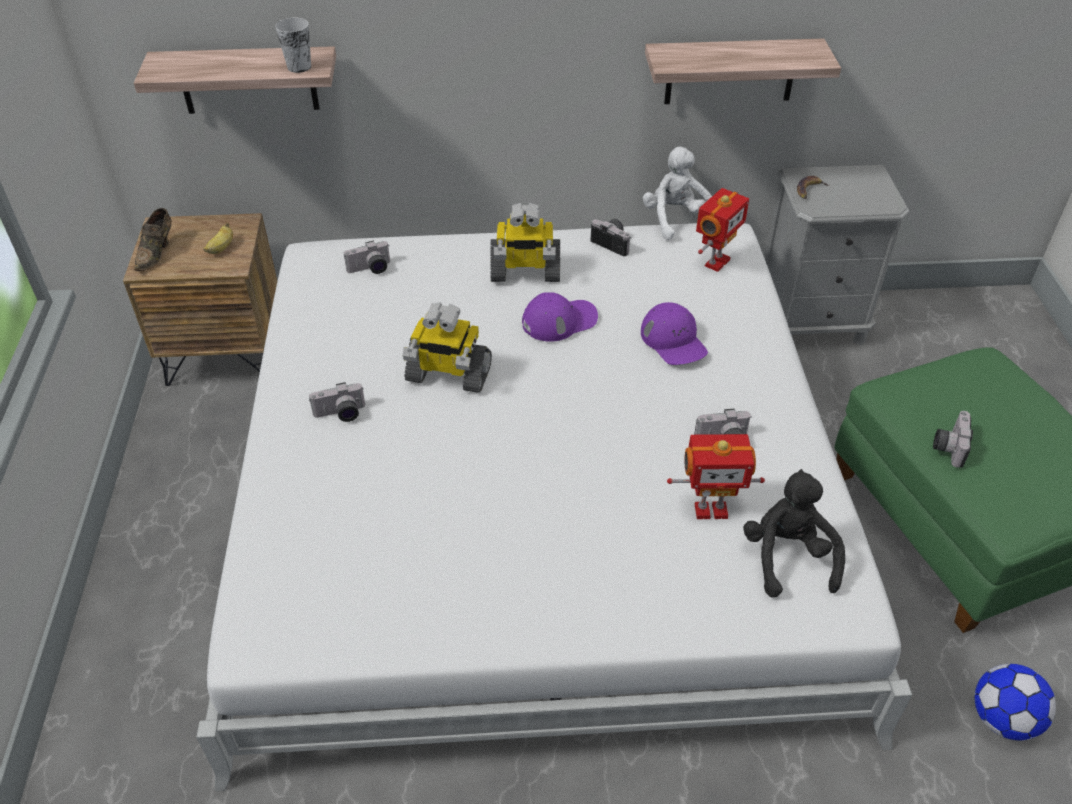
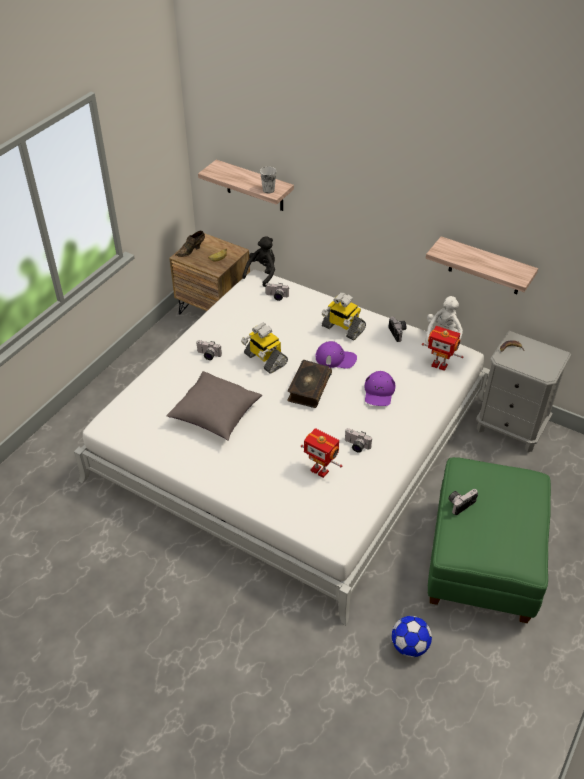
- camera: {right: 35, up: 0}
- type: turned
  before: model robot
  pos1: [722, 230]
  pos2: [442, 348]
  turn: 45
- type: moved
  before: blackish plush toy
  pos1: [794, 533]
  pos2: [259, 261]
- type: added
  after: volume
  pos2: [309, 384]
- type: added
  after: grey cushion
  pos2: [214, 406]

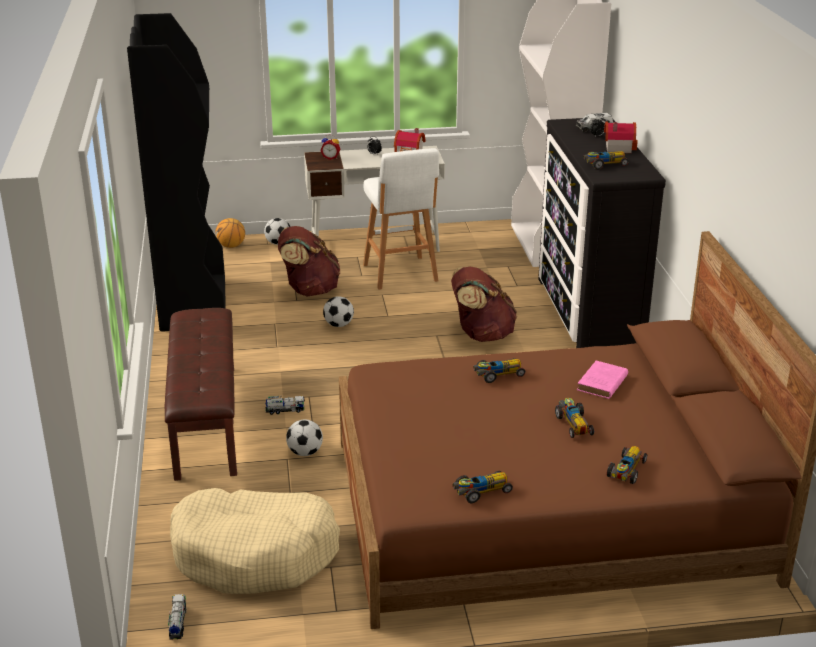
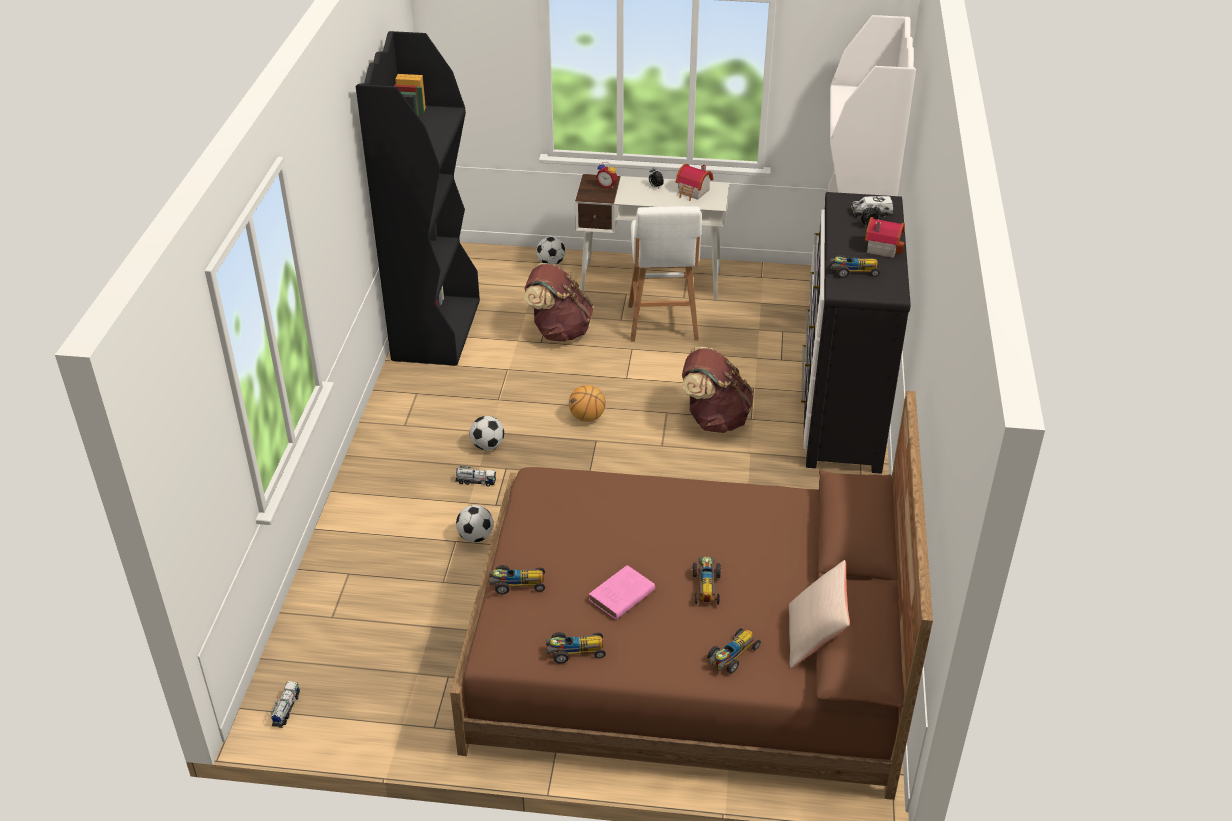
- camera: {right: 15, up: 10}
- type: moved
  before: basketball ball
  pos1: [230, 233]
  pos2: [587, 403]
- type: moved
  before: football
  pos1: [338, 311]
  pos2: [487, 433]
- type: removed
  before: brownish bench
  pos1: [201, 394]
- type: moved
  before: miniature car
  pos1: [499, 370]
  pos2: [517, 579]
- type: moved
  before: pink-coloured volume
  pos1: [602, 380]
  pos2: [621, 592]
- type: removed
  before: beige dog bed
  pos1: [255, 541]
- type: added
  after: beige cushion
  pos2: [819, 614]

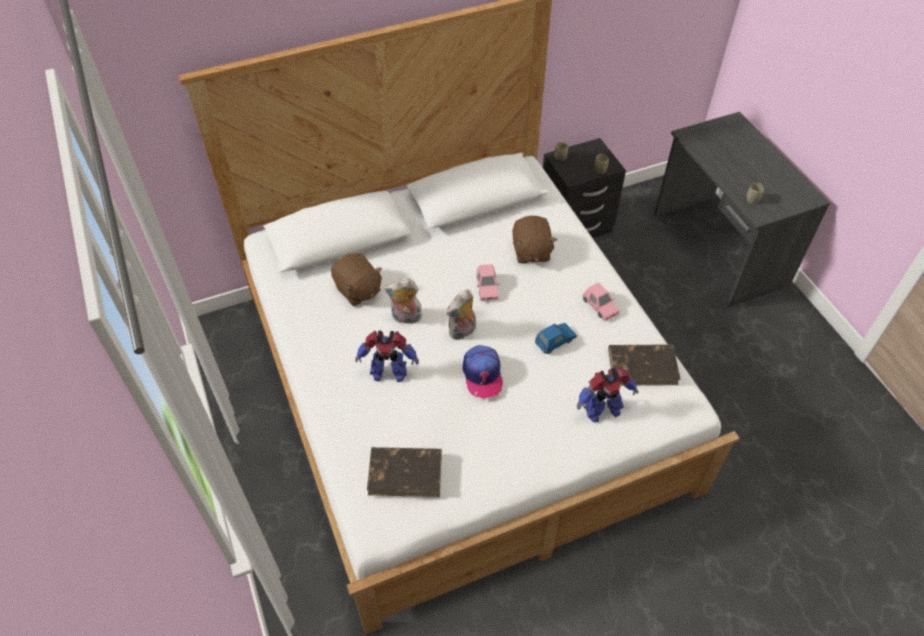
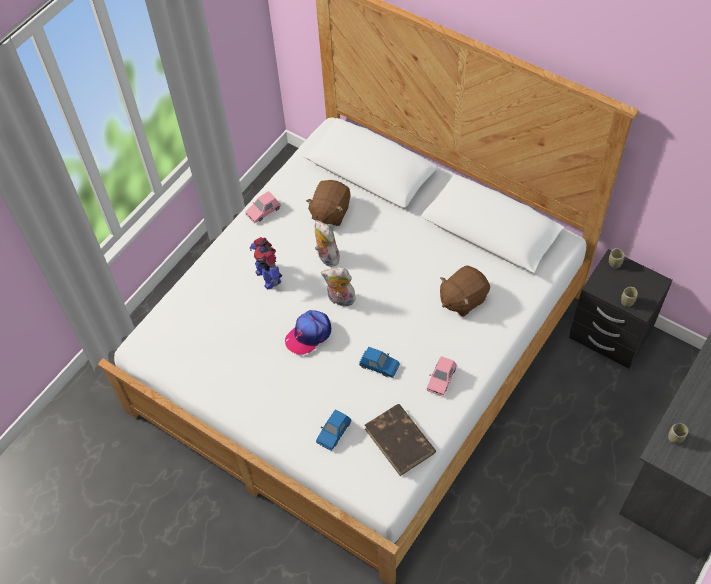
- camera: {right: 60, up: 5}
- type: moved
  before: pink-coloured miniature car
  pos1: [488, 282]
  pos2: [263, 207]
- type: replaced
  before: model robot
  after: blue-coloured miniature car
  pos1: [607, 394]
  pos2: [333, 430]
- type: removed
  before: brownish volume
  pos1: [404, 472]

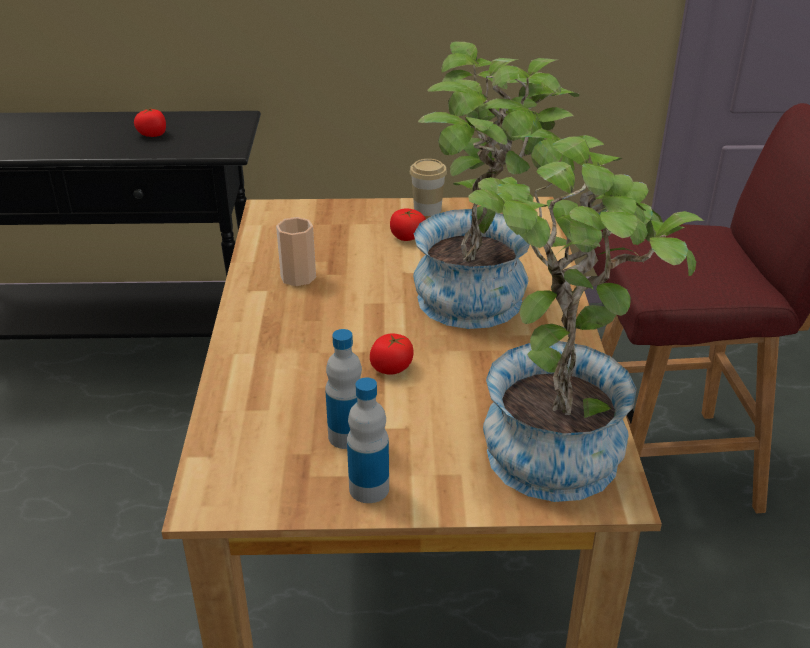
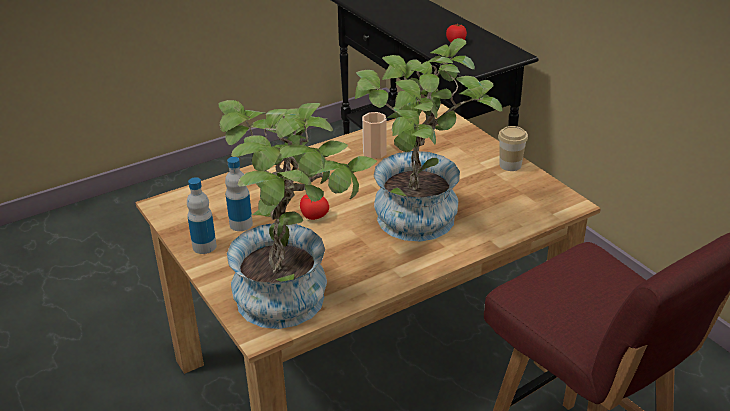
- camera: {right: 60, up: 0}
- type: removed
  before: tomato
  pos1: [408, 225]

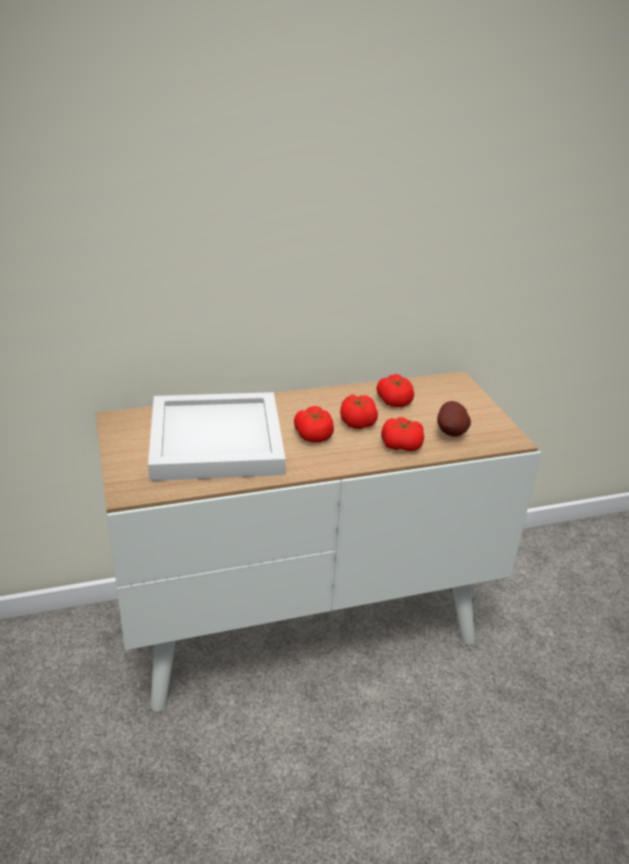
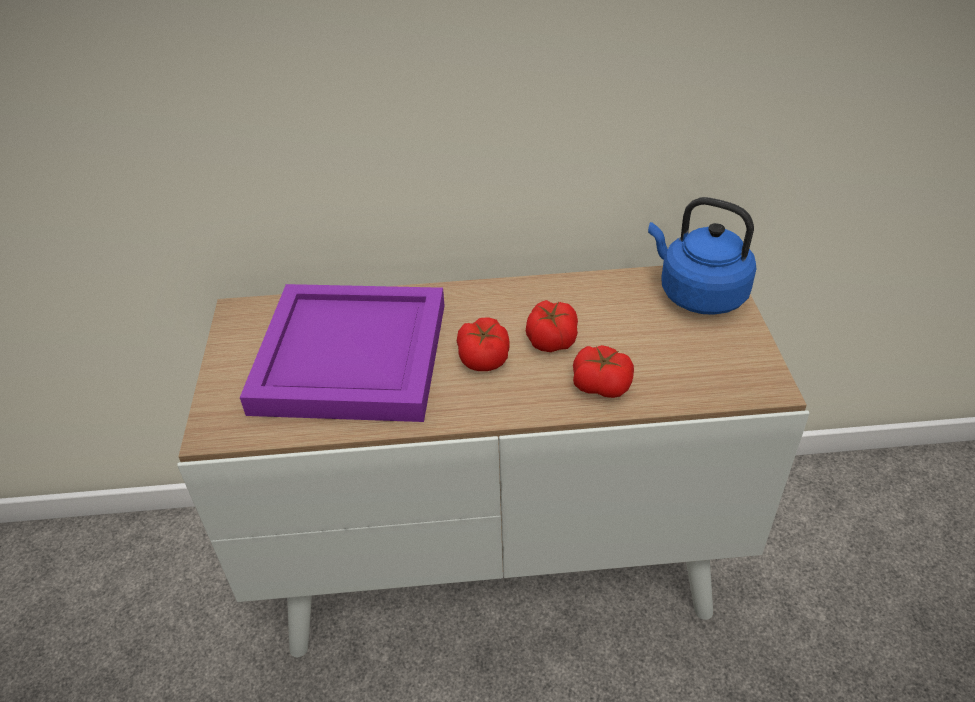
- camera: {right: 15, up: 10}
- type: removed
  before: tomato
  pos1: [395, 390]
- type: recoloured
  before: white carrying tray
  after: purple-coloured carrying tray
  pos1: [217, 436]
  pos2: [342, 353]
- type: removed
  before: whole potato
  pos1: [454, 419]
- type: added
  after: blue-coloured kettle
  pos2: [702, 256]

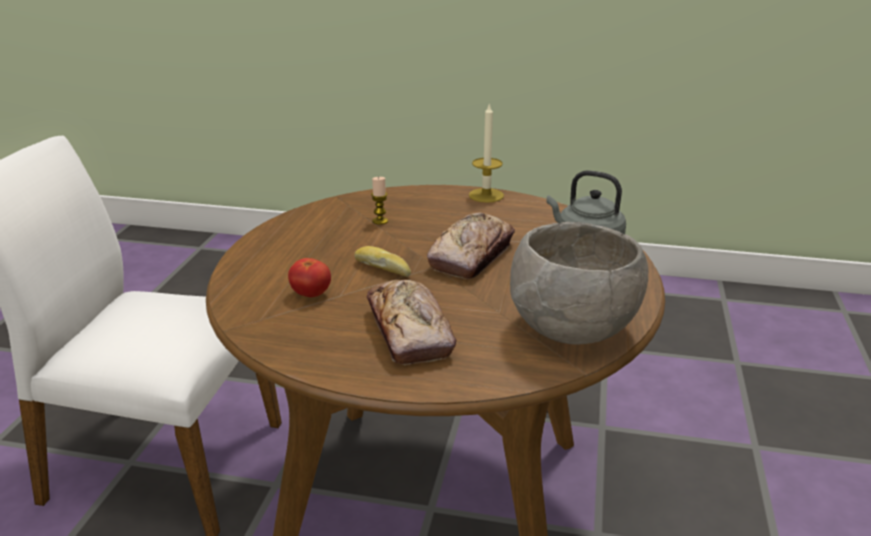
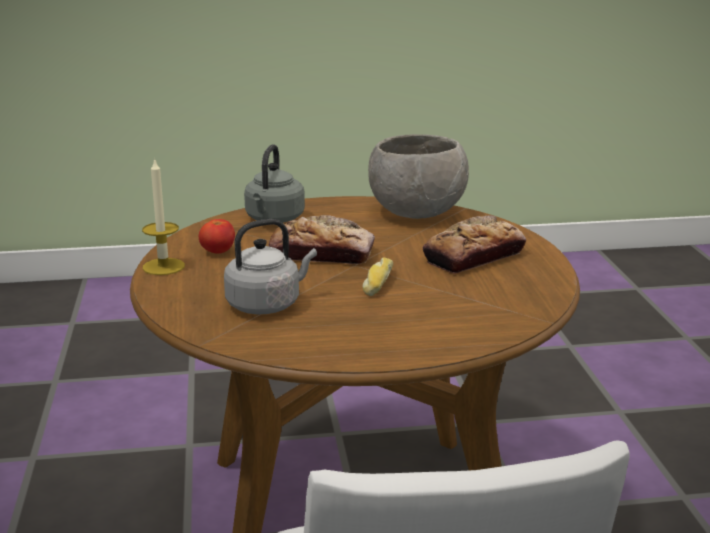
- camera: {right: -110, up: -5}
- type: replaced
  before: candle
  after: grey kettle
  pos1: [379, 201]
  pos2: [270, 266]
- type: moved
  before: tomato
  pos1: [309, 277]
  pos2: [217, 236]

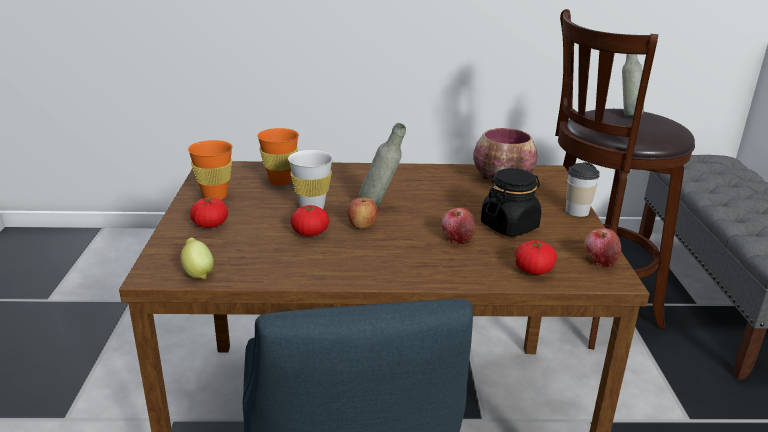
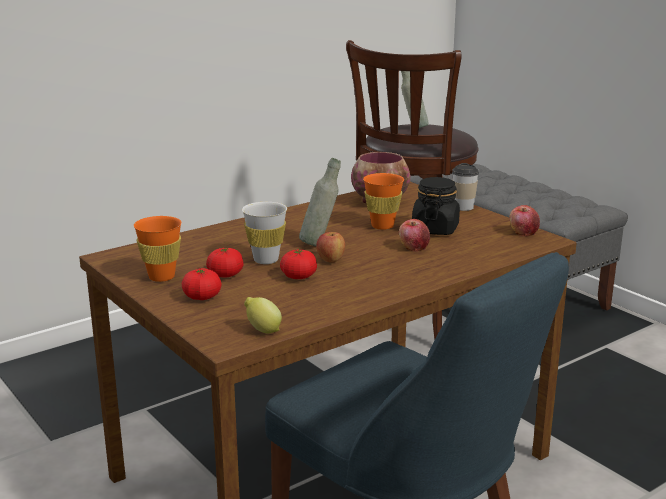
- camera: {right: -35, up: -5}
- type: moved
  before: orangey drinking cup
  pos1: [278, 157]
  pos2: [383, 201]
- type: moved
  before: tomato
  pos1: [536, 257]
  pos2: [224, 262]

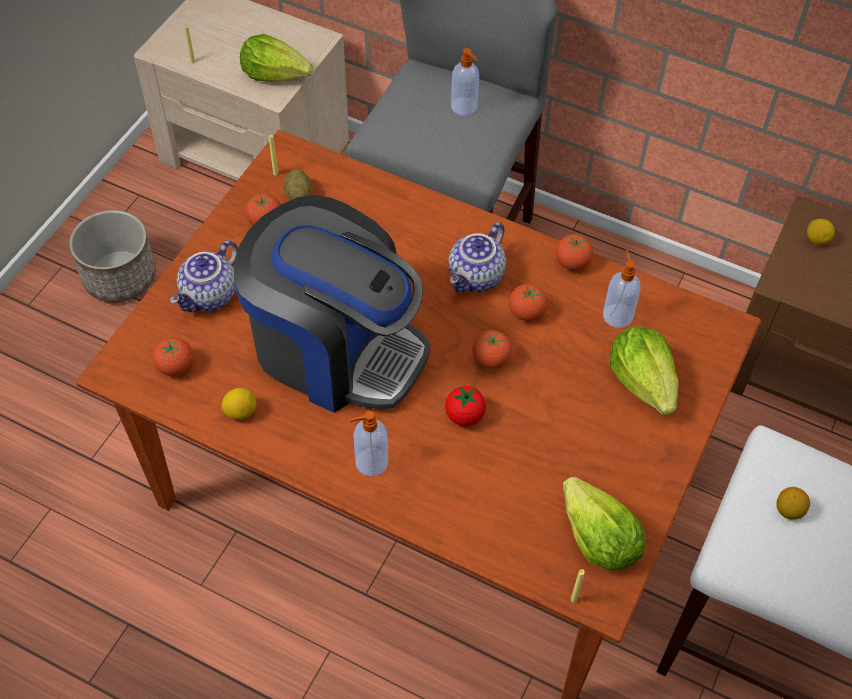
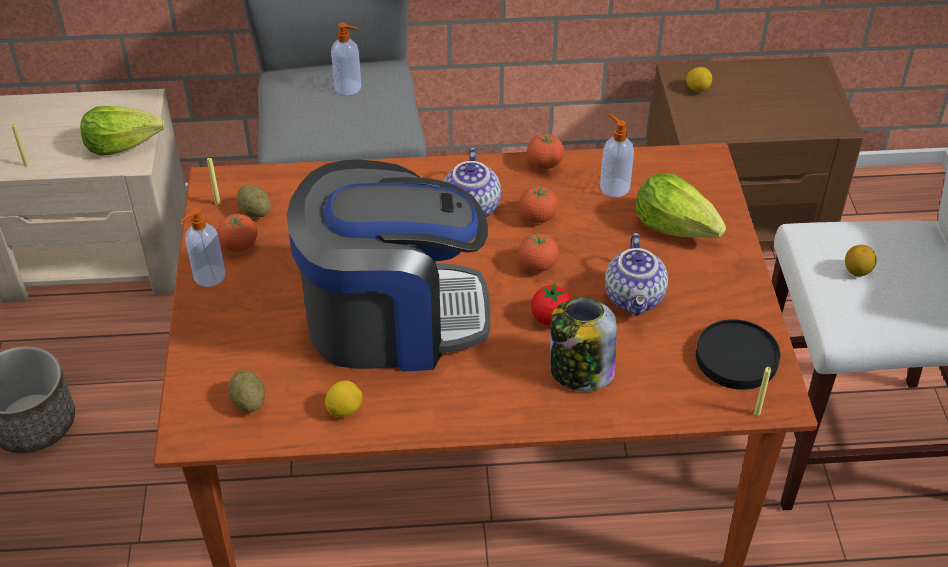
- camera: {right: -30, up: -10}
- type: moved
  before: tea pot
  pos1: [204, 276]
  pos2: [636, 274]
- type: replaced
  before: tomato
  after: whole potato
  pos1: [173, 356]
  pos2: [246, 391]
- type: moved
  before: liquid soap bottle
  pos1: [368, 443]
  pos2: [203, 247]
- type: replaced
  before: lettuce
  after: blackish dinner plate
  pos1: [604, 523]
  pos2: [738, 354]
- type: added
  after: storage jar
  pos2: [583, 344]

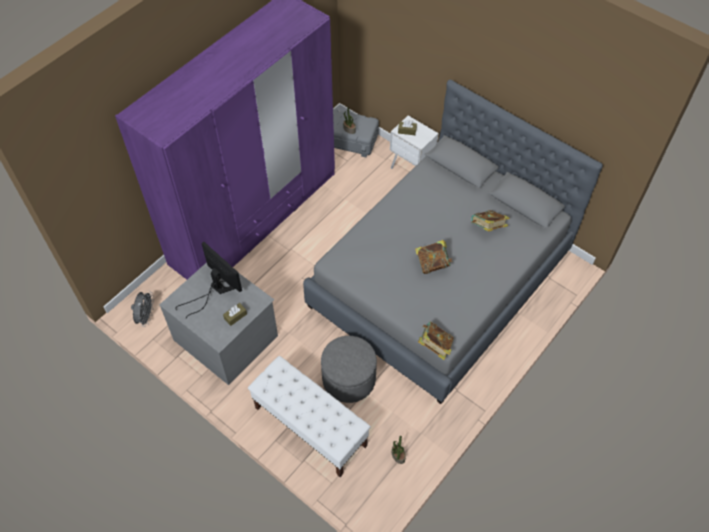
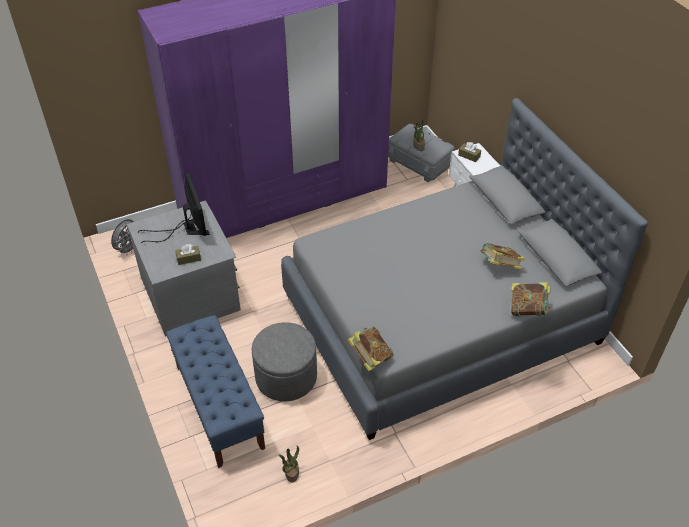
- camera: {right: 25, up: -10}
- type: moved
  before: volume
  pos1: [434, 257]
  pos2: [531, 299]
- type: recoloured
  before: white bench
  after: blue-coloured bench
  pos1: [309, 416]
  pos2: [215, 391]

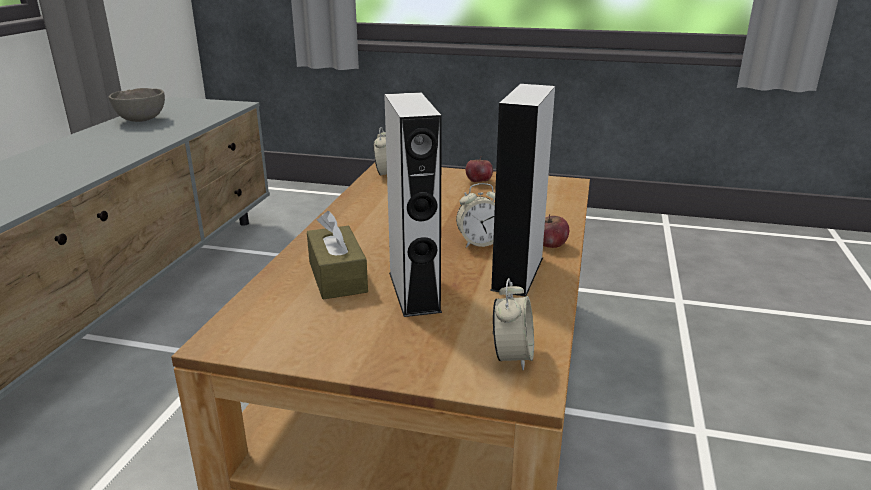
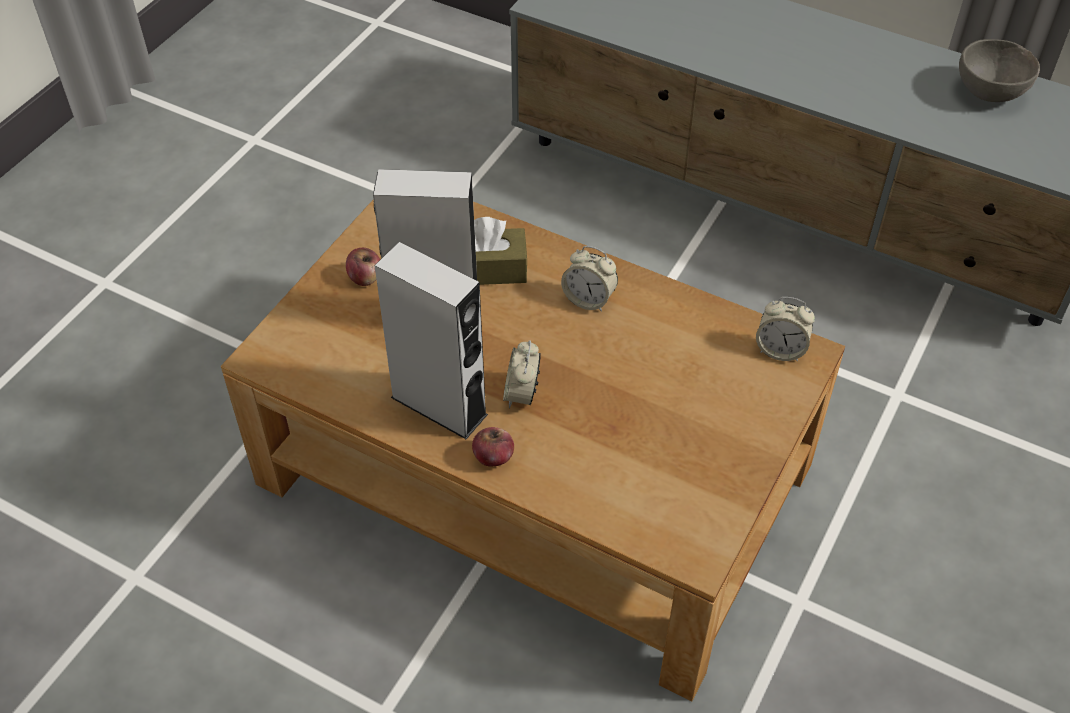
- camera: {right: 105, up: 25}
- type: moved
  before: apple
  pos1: [479, 169]
  pos2: [363, 267]
- type: moved
  before: alarm clock
  pos1: [513, 324]
  pos2: [589, 279]

